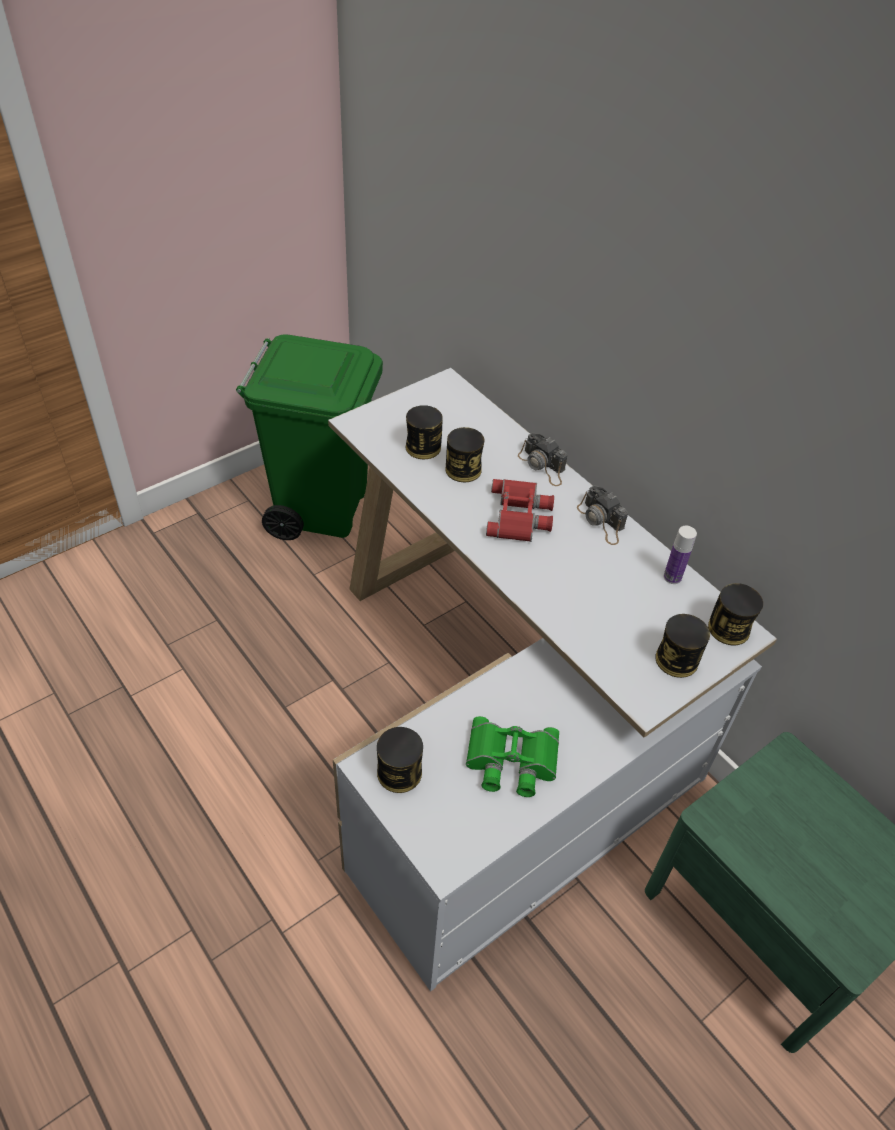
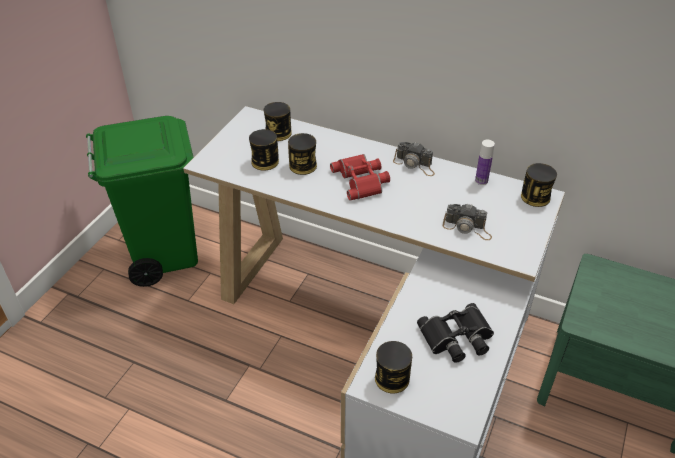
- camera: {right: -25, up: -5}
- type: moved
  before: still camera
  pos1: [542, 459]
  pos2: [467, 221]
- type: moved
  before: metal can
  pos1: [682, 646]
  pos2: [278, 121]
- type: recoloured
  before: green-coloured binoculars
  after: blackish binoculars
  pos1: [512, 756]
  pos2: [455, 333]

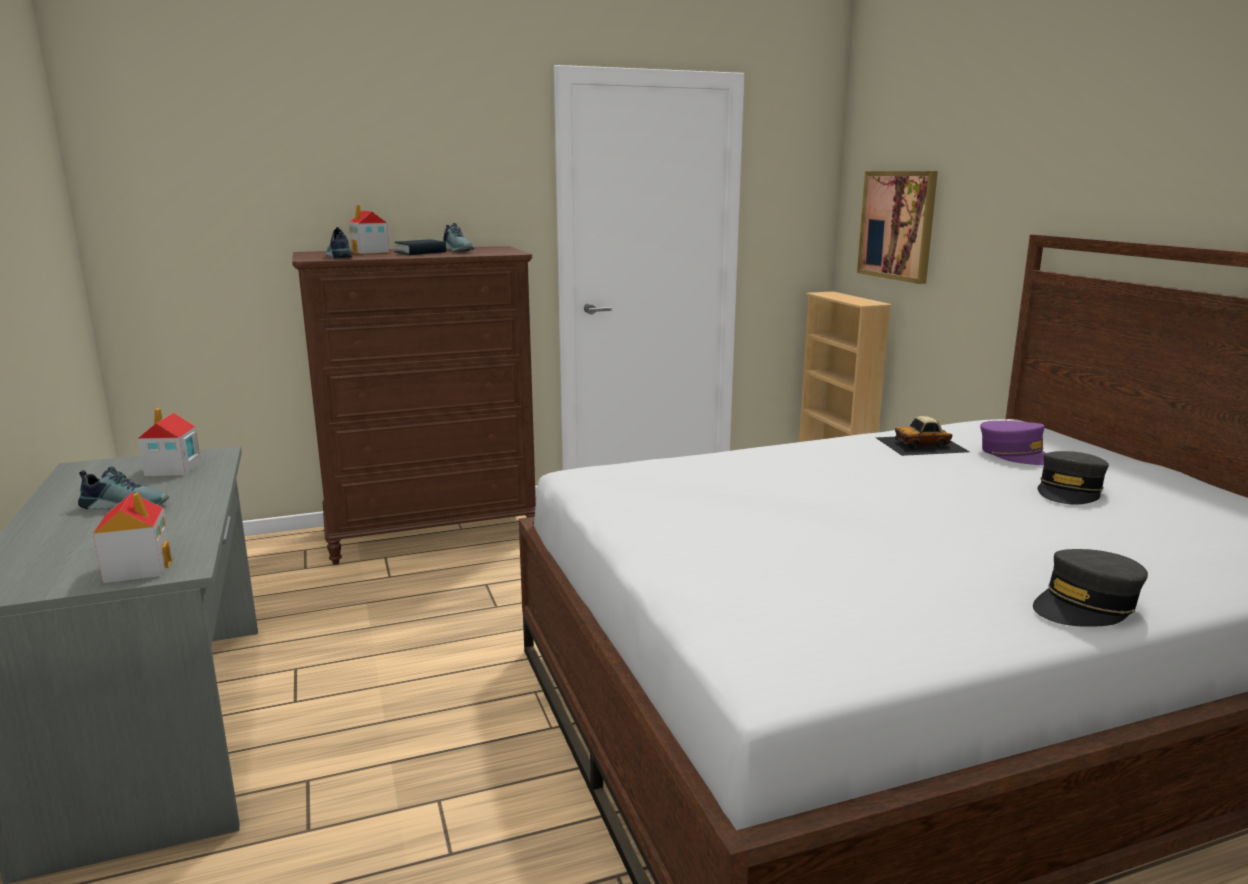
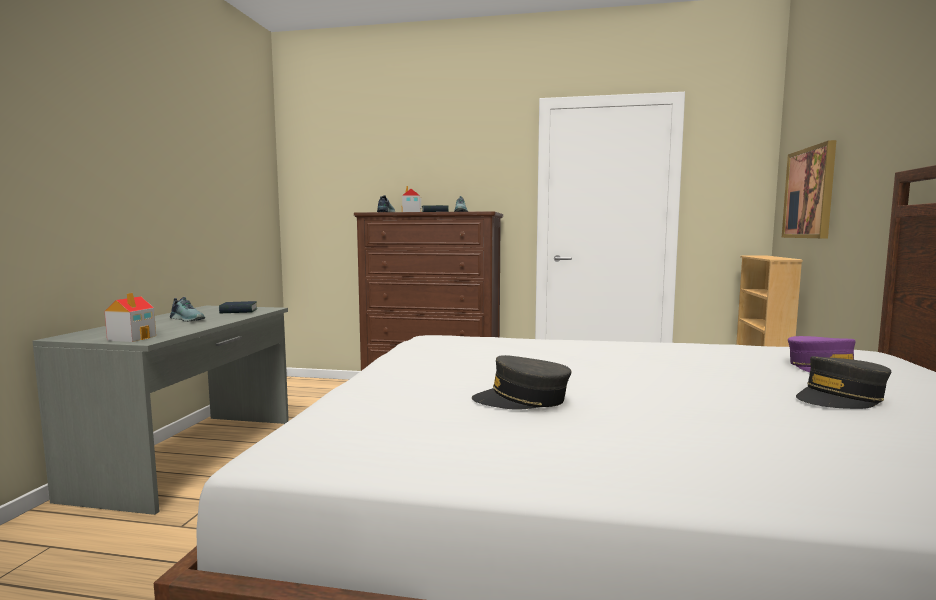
- camera: {right: 30, up: -10}
- type: replaced
  before: model house
  after: volume
  pos1: [169, 442]
  pos2: [238, 307]
- type: removed
  before: miniature car
  pos1: [923, 436]
- type: moved
  before: grey cap
  pos1: [1090, 588]
  pos2: [522, 382]

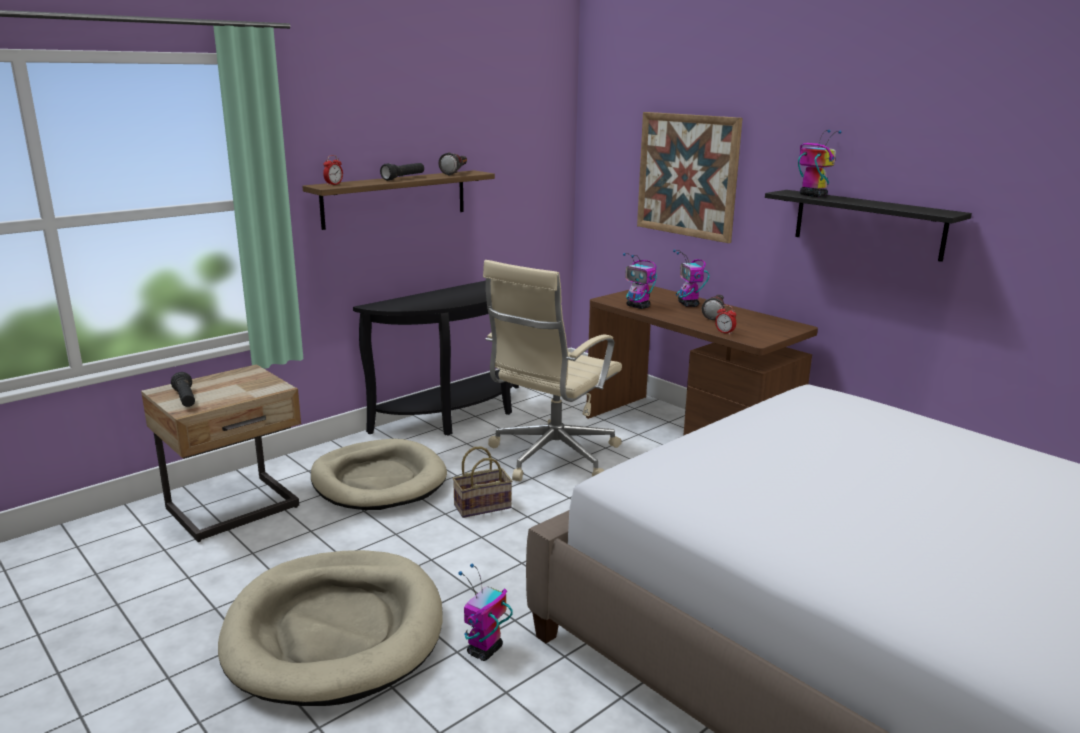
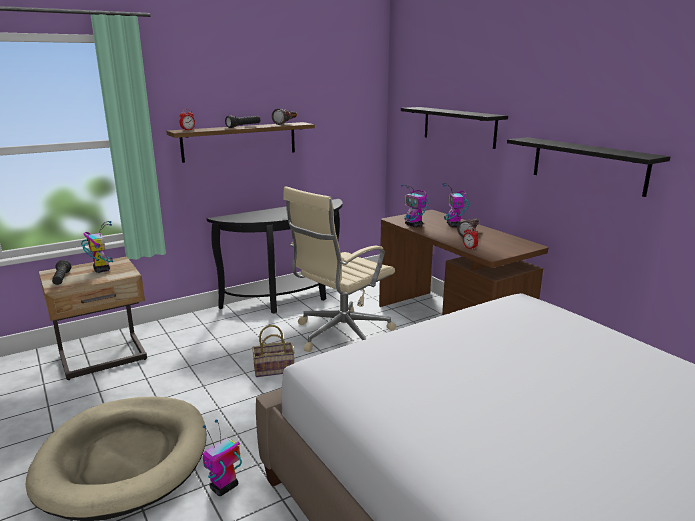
- camera: {right: 10, up: 0}
- type: replaced
  before: wall art
  after: blackish wall shelf
  pos1: [690, 177]
  pos2: [454, 128]
- type: moved
  before: model robot
  pos1: [819, 163]
  pos2: [97, 247]
- type: removed
  before: beige dog bed
  pos1: [379, 474]

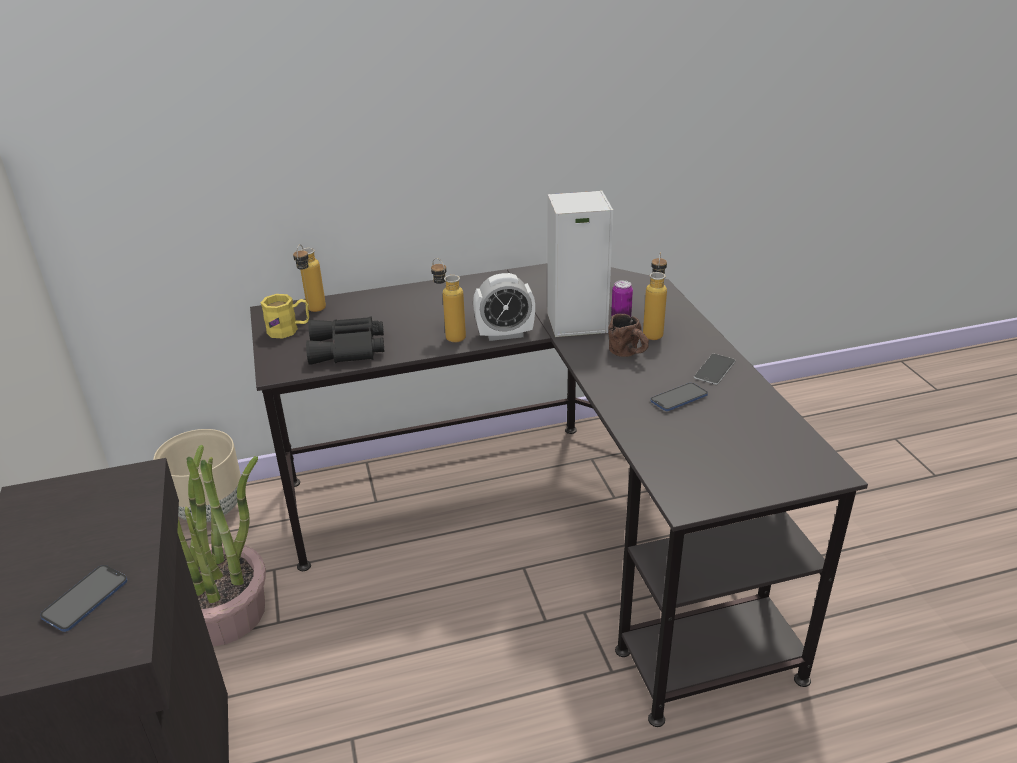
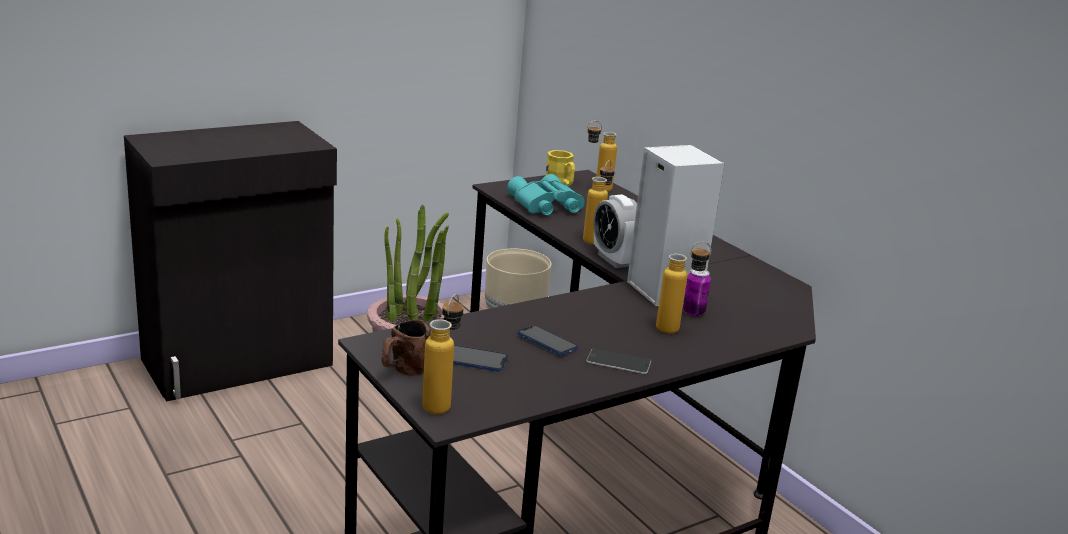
- camera: {right: 70, up: -10}
- type: moved
  before: brownish tea mug
  pos1: [628, 335]
  pos2: [406, 347]
- type: recoloured
  before: blackish binoculars
  after: turquoise binoculars
  pos1: [345, 340]
  pos2: [546, 194]
- type: moved
  before: telephone
  pos1: [83, 598]
  pos2: [480, 358]
- type: added
  after: bottle
  pos2: [443, 354]

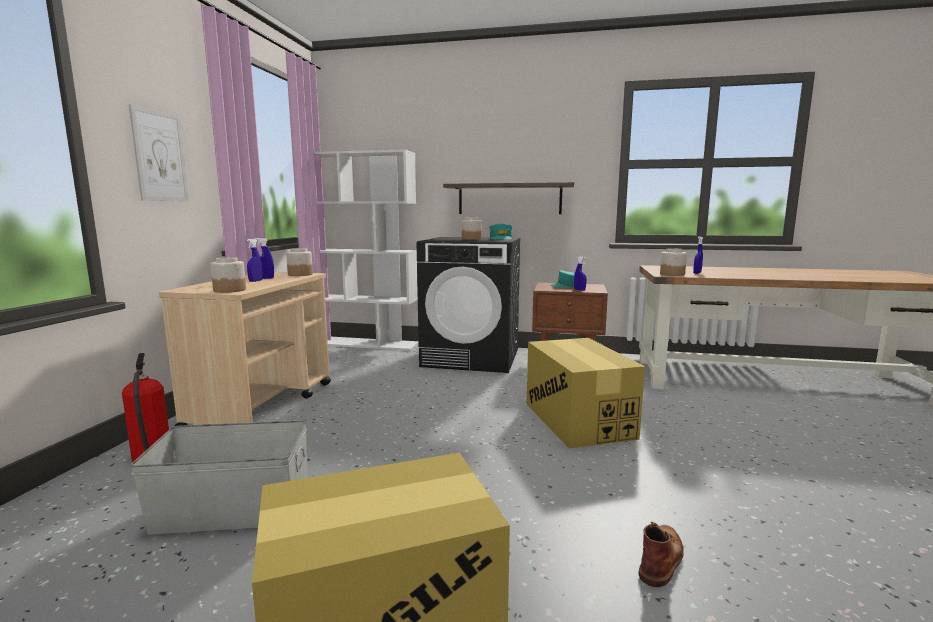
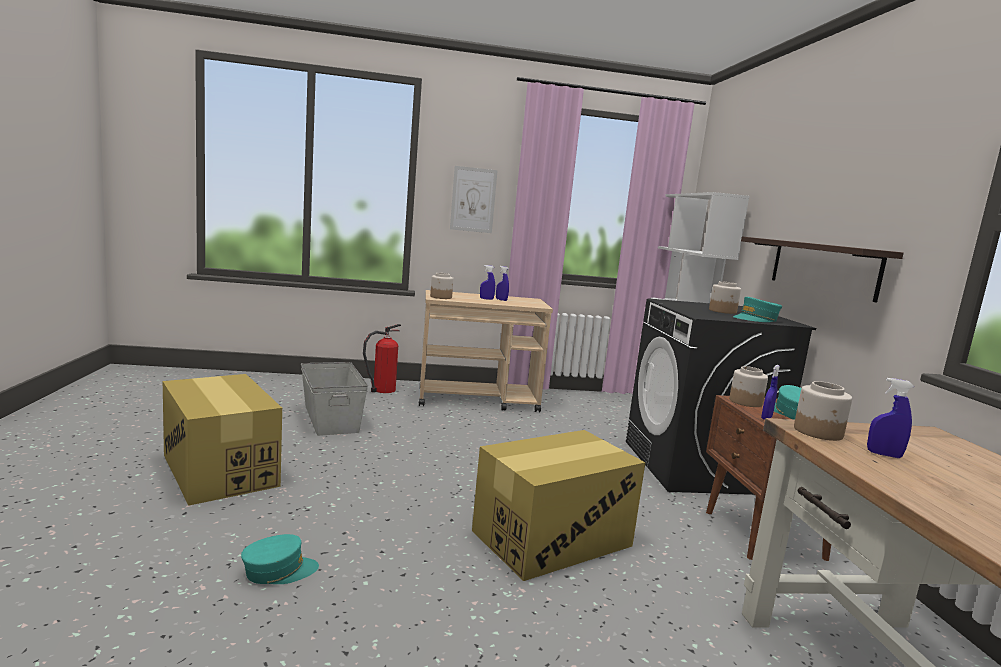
- camera: {right: 70, up: 0}
- type: moved
  before: storage jar
  pos1: [299, 262]
  pos2: [748, 386]
- type: replaced
  before: brownish boot
  after: turquoise cap
  pos1: [661, 554]
  pos2: [280, 559]

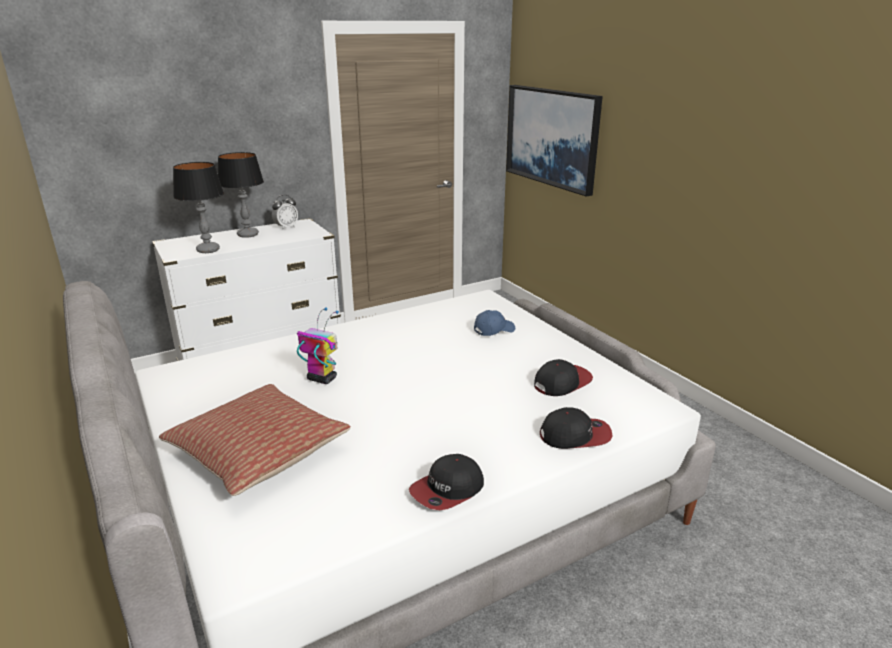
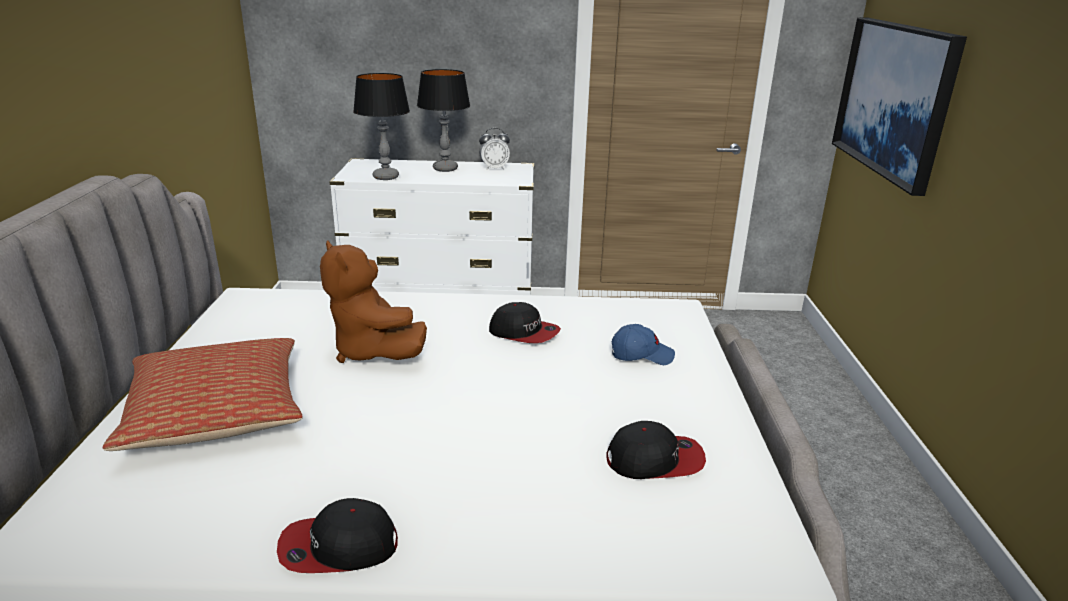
- camera: {right: 30, up: 0}
- type: replaced
  before: model robot
  after: brownish plush toy
  pos1: [318, 345]
  pos2: [373, 301]
- type: moved
  before: cap
  pos1: [576, 428]
  pos2: [525, 322]

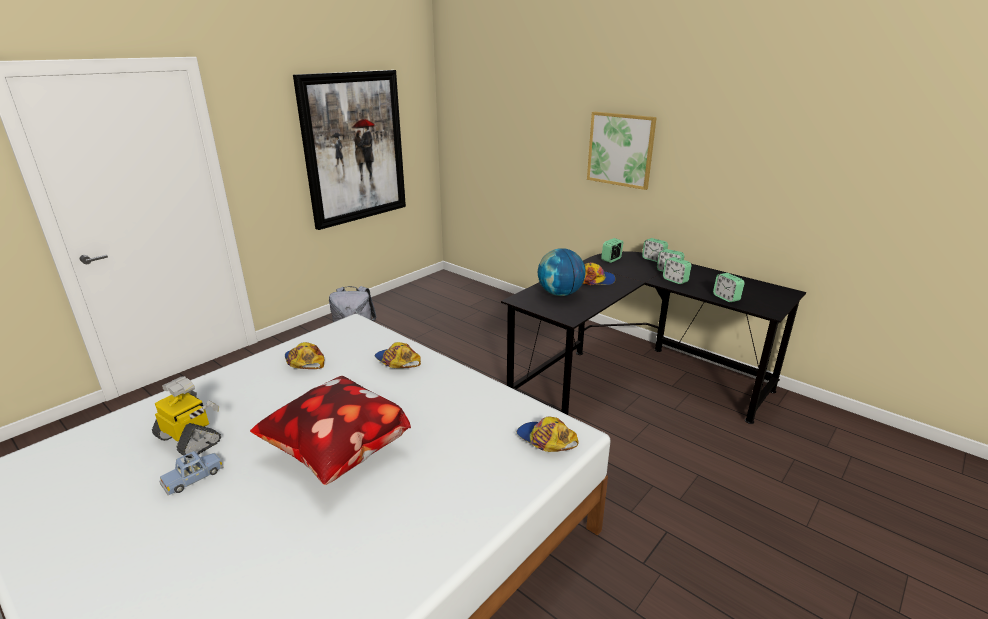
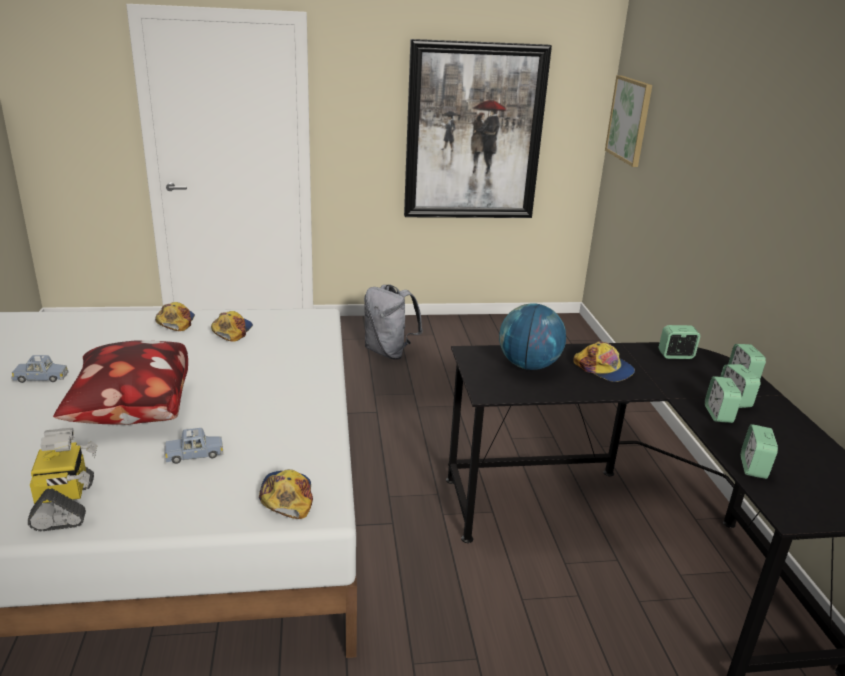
- camera: {right: 40, up: 0}
- type: moved
  before: wall art
  pos1: [622, 151]
  pos2: [628, 121]
- type: moved
  before: cap
  pos1: [397, 355]
  pos2: [175, 316]
- type: moved
  before: model robot
  pos1: [186, 417]
  pos2: [62, 479]
- type: added
  after: blue-coloured miniature car
  pos2: [194, 446]

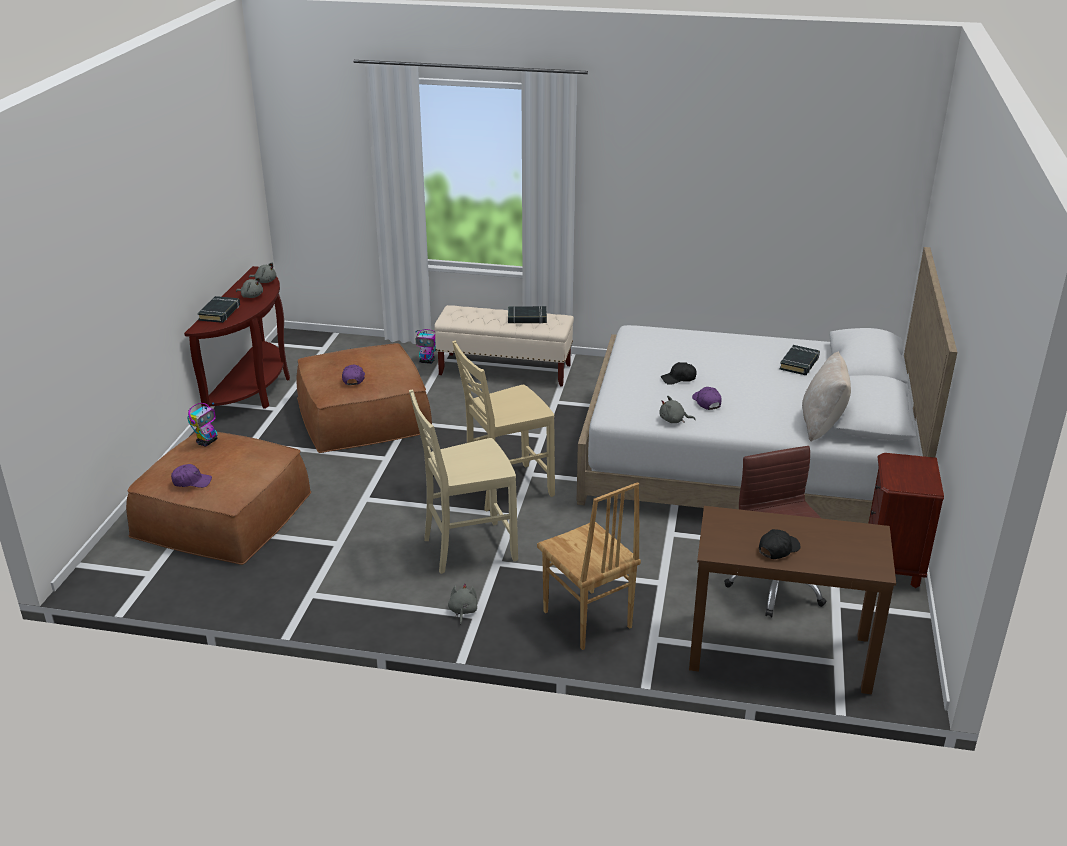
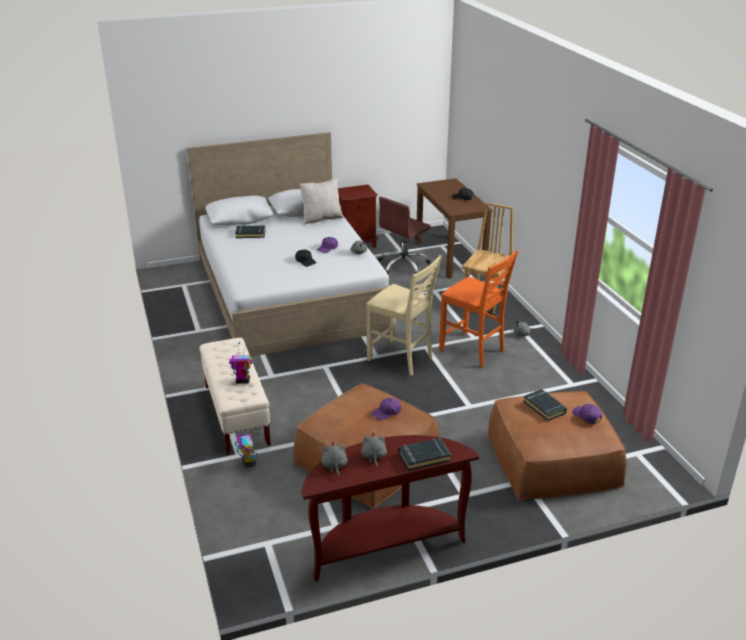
- camera: {right: -120, up: 0}
- type: moved
  before: blackish volume
  pos1: [527, 315]
  pos2: [545, 405]
- type: recoloured
  before: beige upright chair
  after: orangey upright chair
  pos1: [463, 481]
  pos2: [478, 309]
- type: moved
  before: model robot
  pos1: [202, 424]
  pos2: [240, 363]

